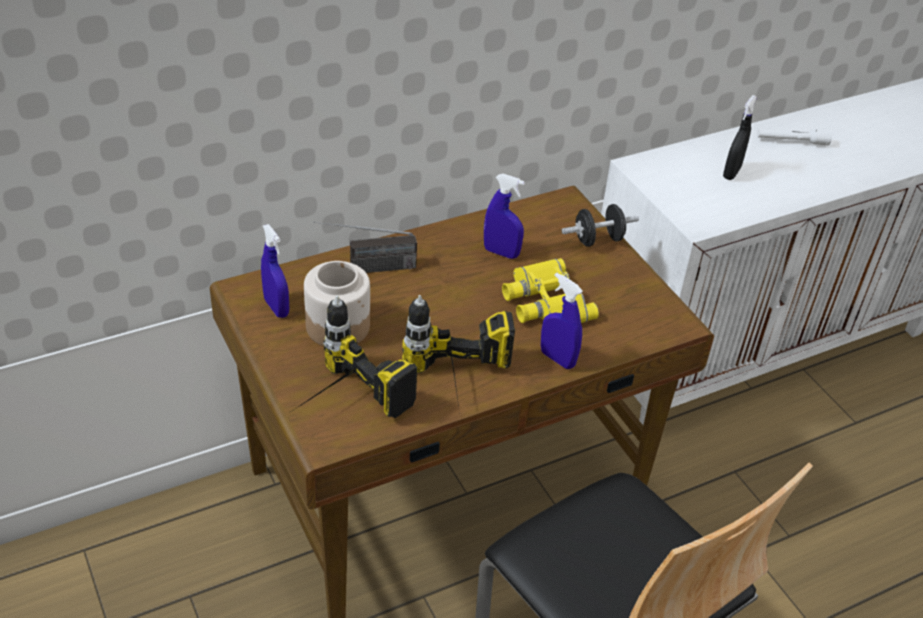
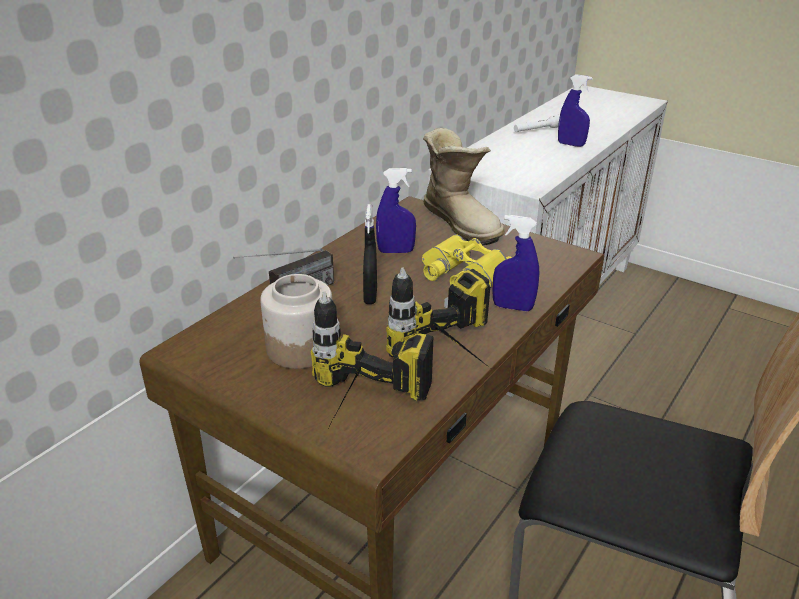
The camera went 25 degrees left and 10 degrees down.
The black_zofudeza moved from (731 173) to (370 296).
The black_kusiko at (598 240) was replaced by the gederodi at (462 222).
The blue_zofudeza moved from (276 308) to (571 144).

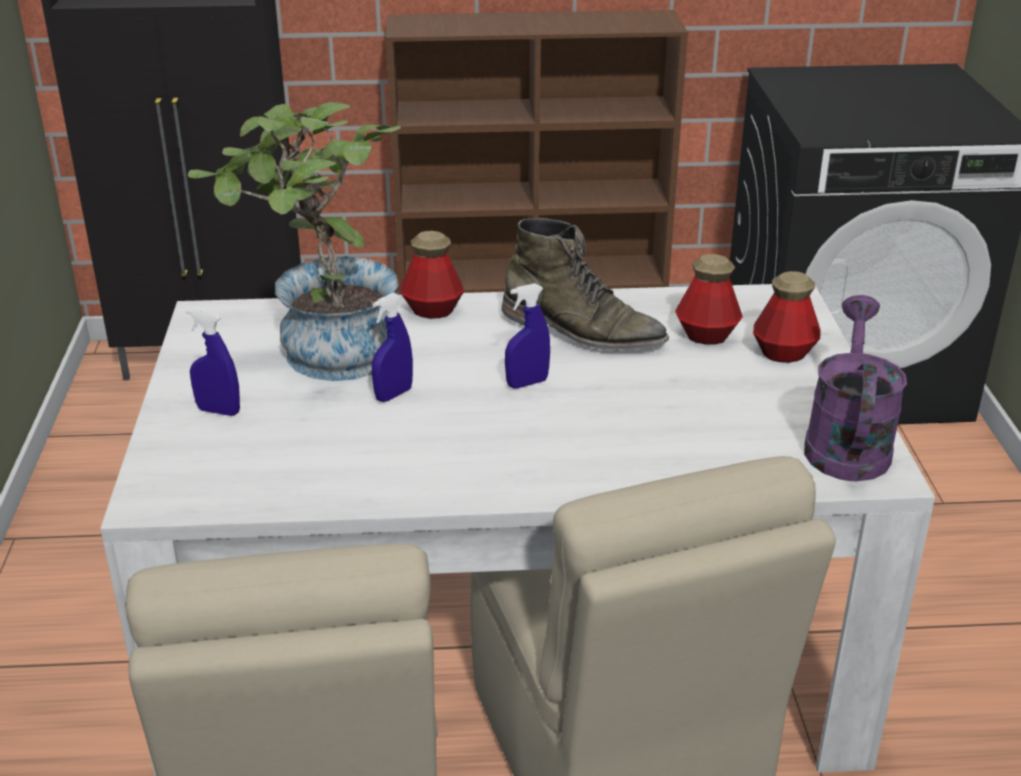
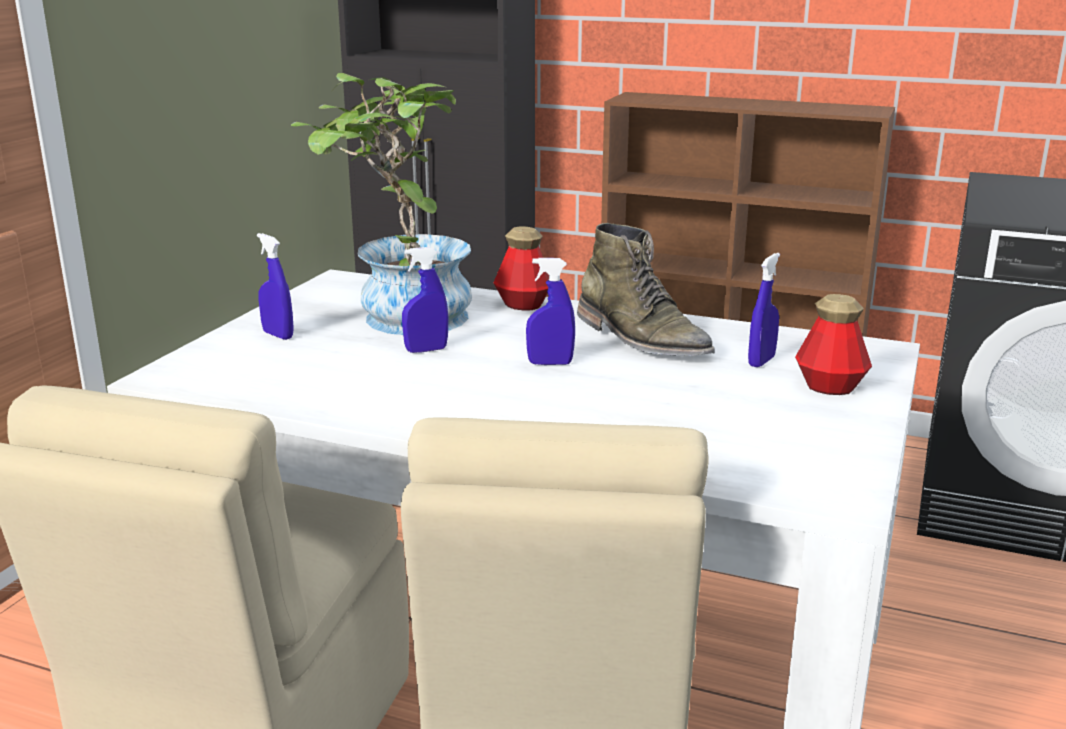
The camera went 25 degrees right and 10 degrees down.
The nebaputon at (706 336) was replaced by the blue_zofudeza at (761 361).
The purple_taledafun at (846 443) disappeared.

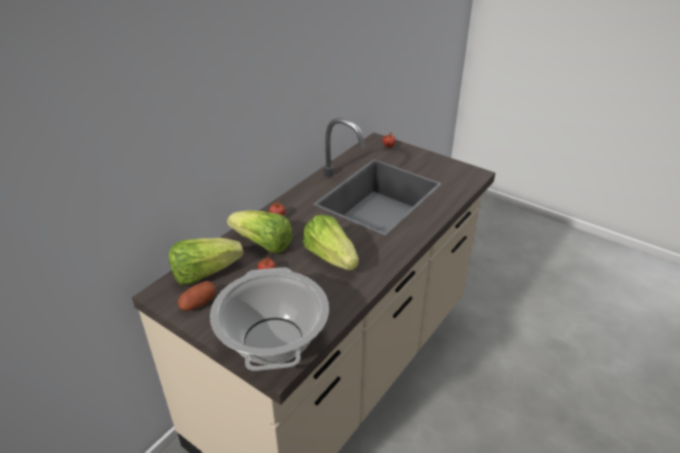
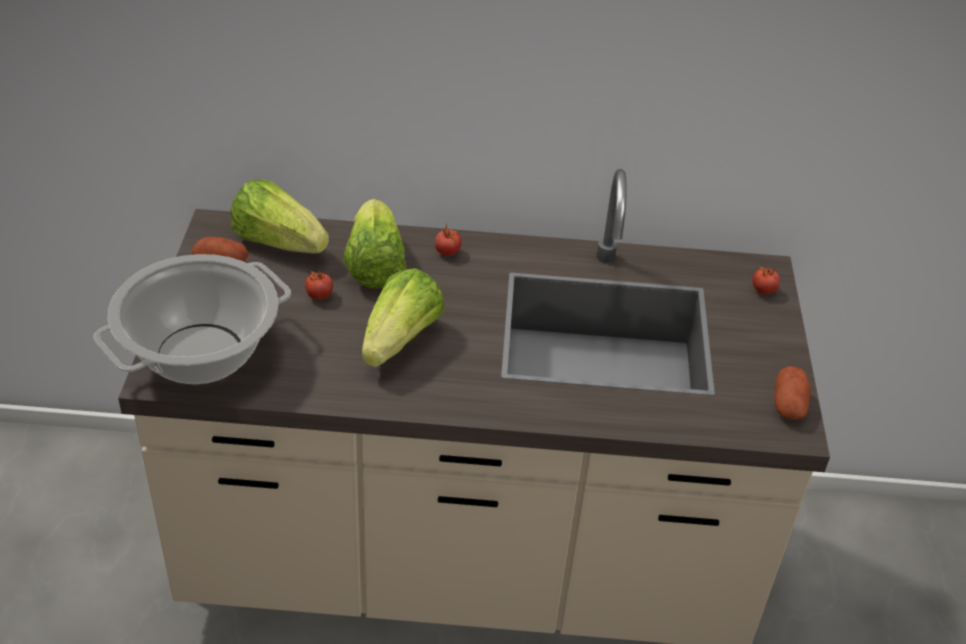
The camera went 55 degrees right and 5 degrees up.
The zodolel at (788 405) appeared.

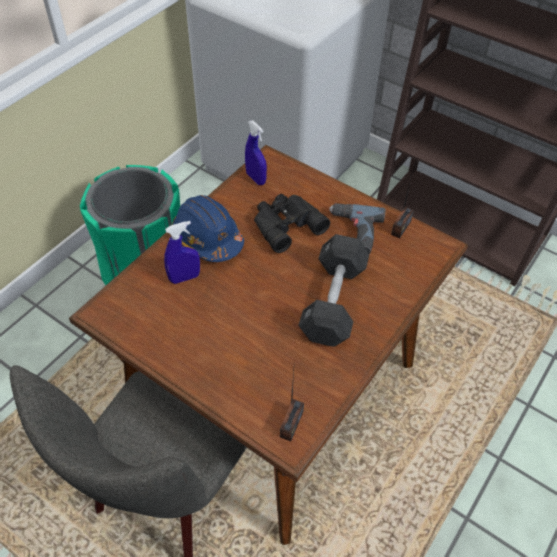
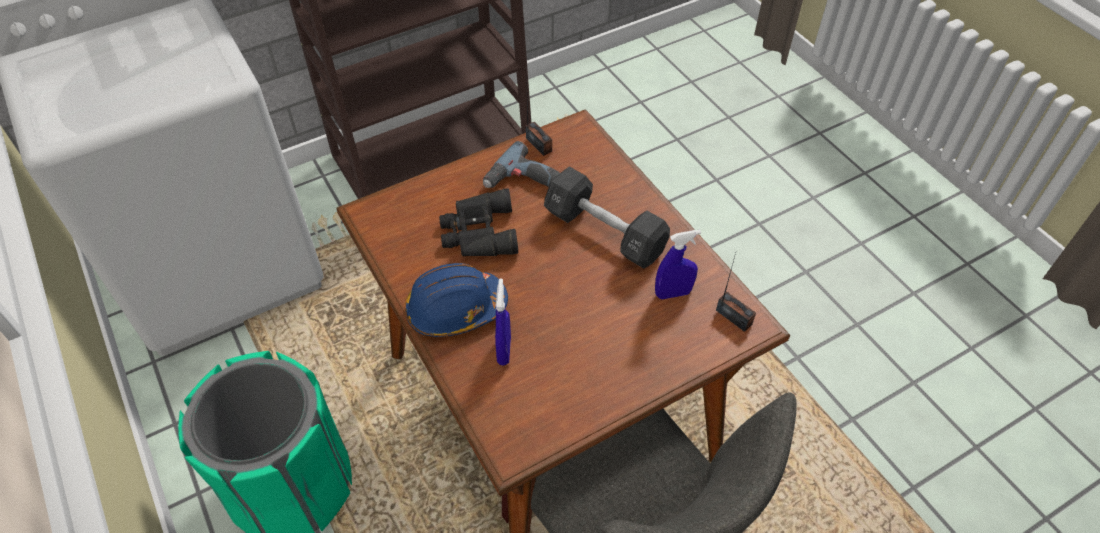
The camera went 65 degrees left and 0 degrees up.
The blue_zofudeza moved from (256 178) to (673 293).

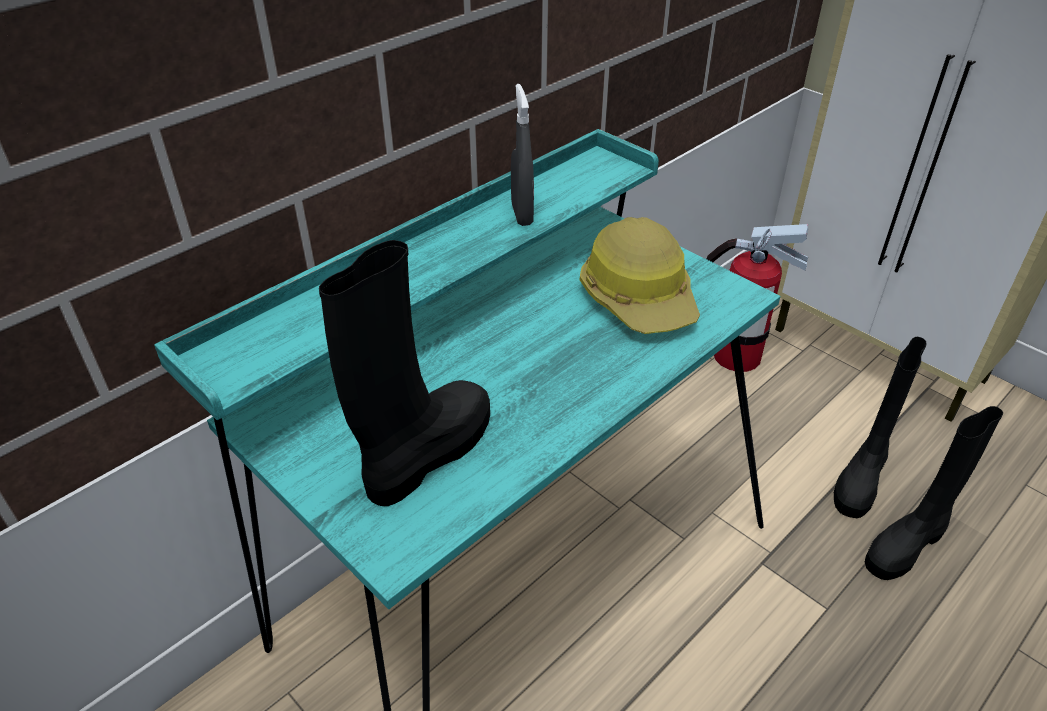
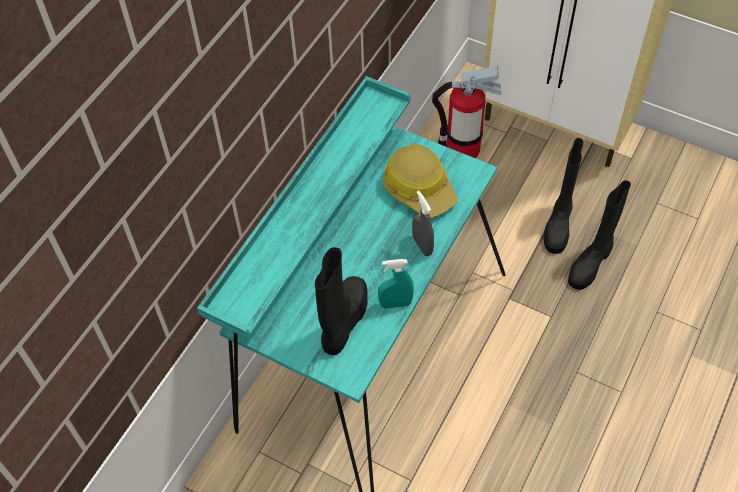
The camera went 15 degrees left and 15 degrees up.
The grey_zofudeza moved from (522 214) to (422 246).
The turquoise_zofudeza at (395 304) appeared.

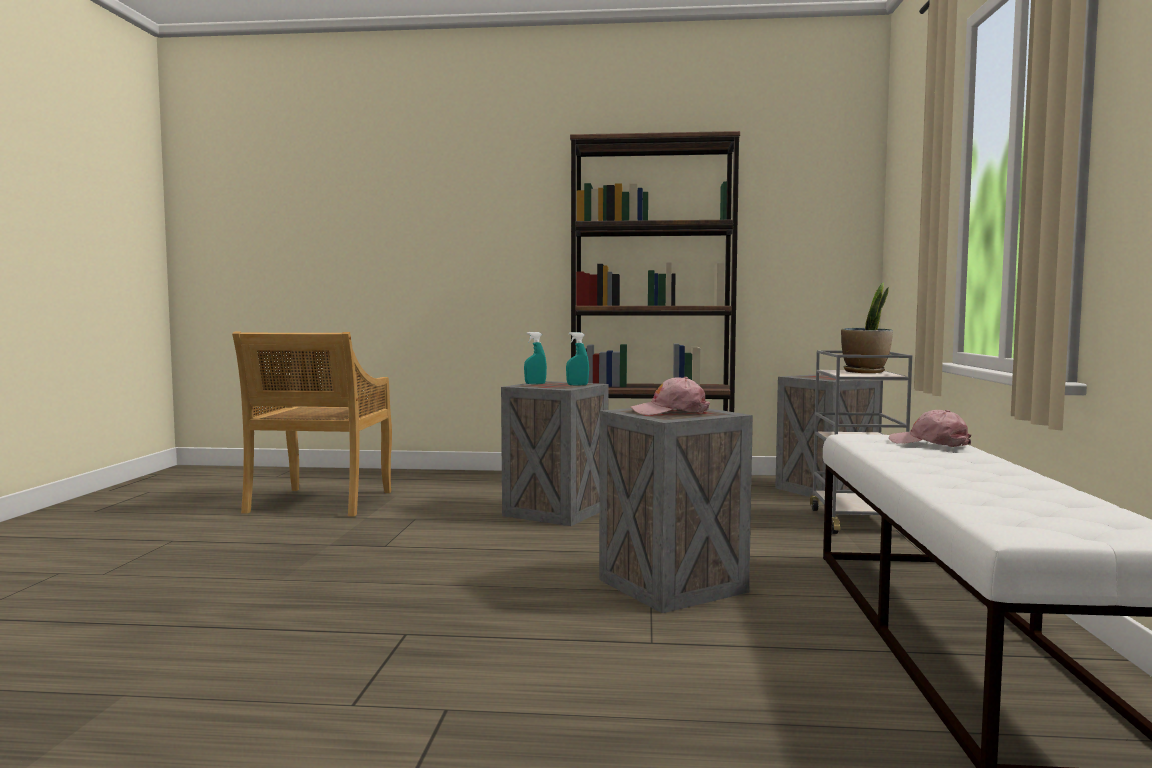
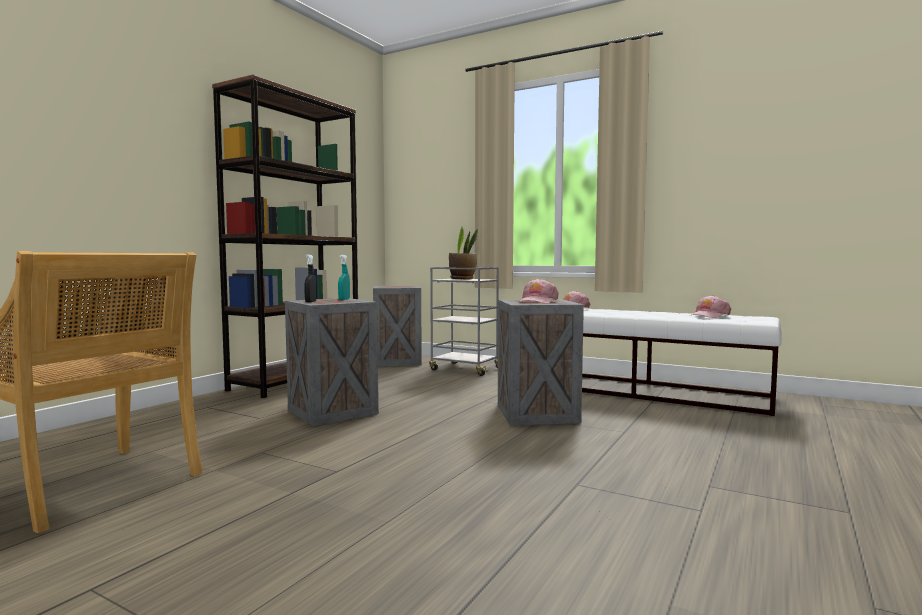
The camera went 65 degrees left and 0 degrees up.
The turquoise_zofudeza at (535 384) became the black_zofudeza at (310 302).
The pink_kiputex at (709 316) appeared.

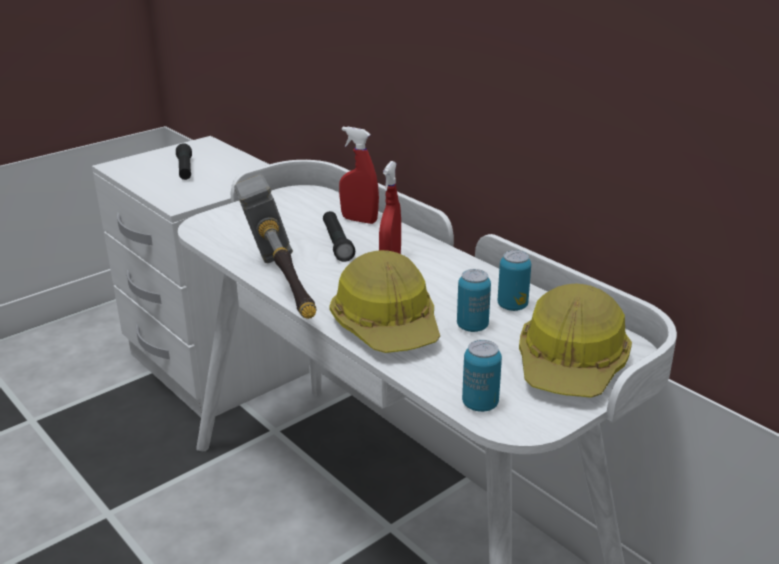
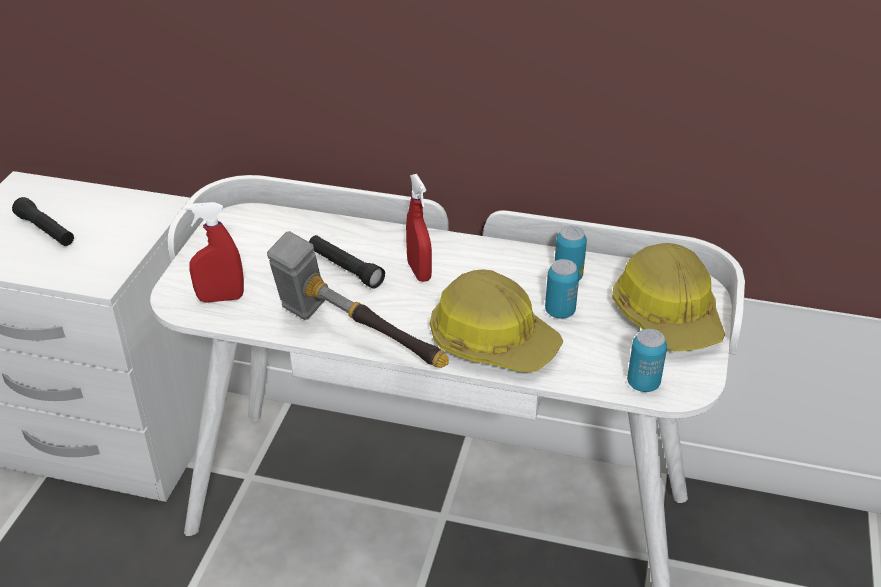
The camera went 35 degrees left and 10 degrees up.
The red_zofudeza moved from (359 220) to (221 298).

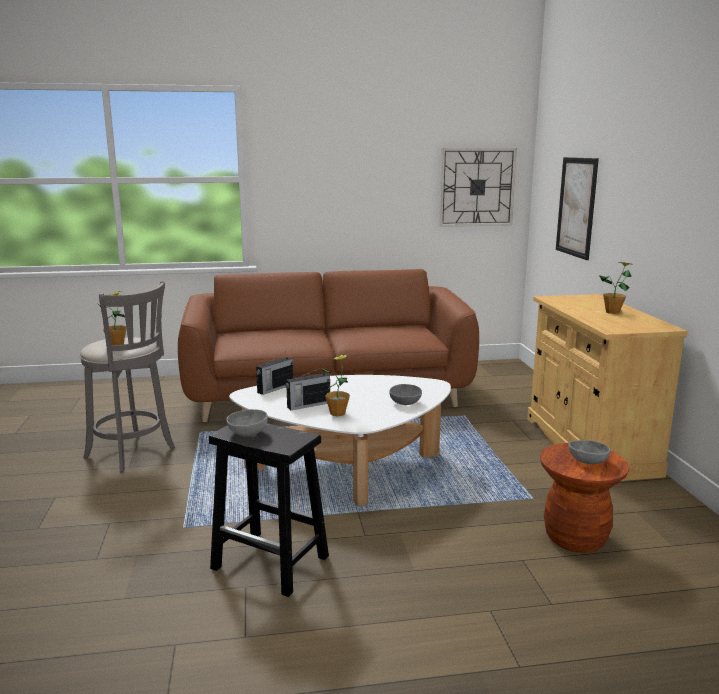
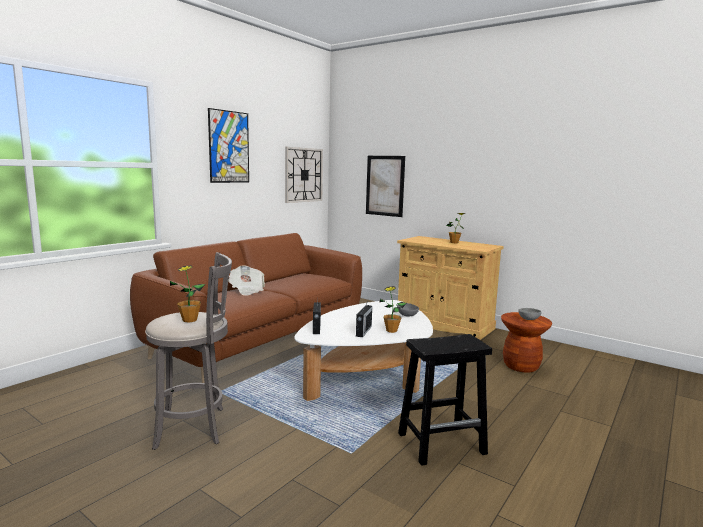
The camera went 45 degrees left and 5 degrees down.
The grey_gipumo at (247 433) disappeared.
The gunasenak at (229 147) appeared.
The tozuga at (247 290) appeared.

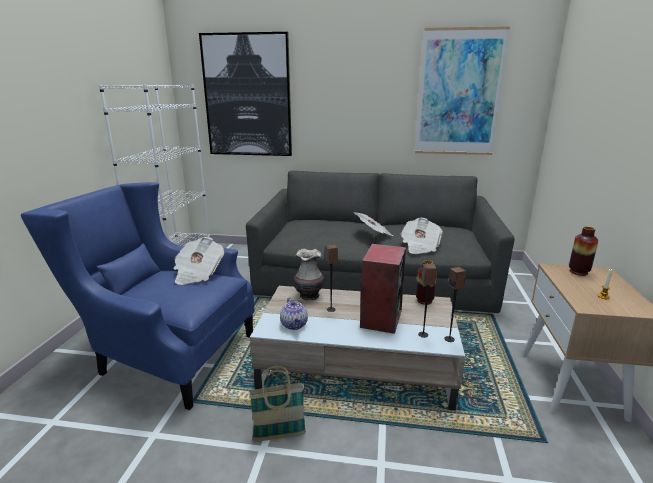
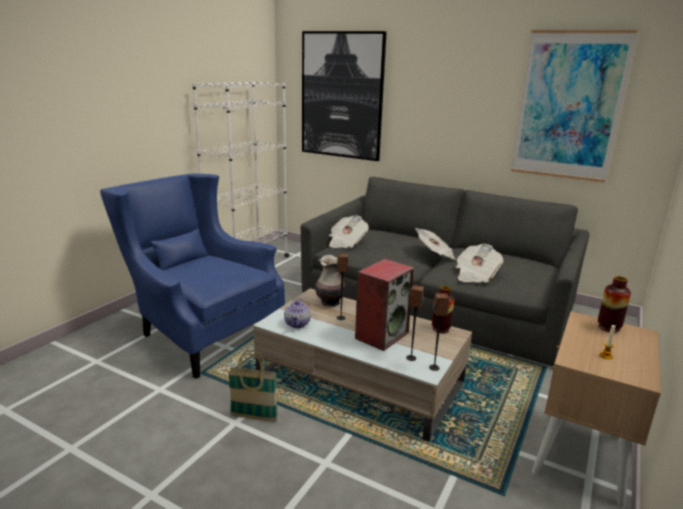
The camera went 20 degrees right and 0 degrees up.
The tozuga moved from (198 274) to (346 243).

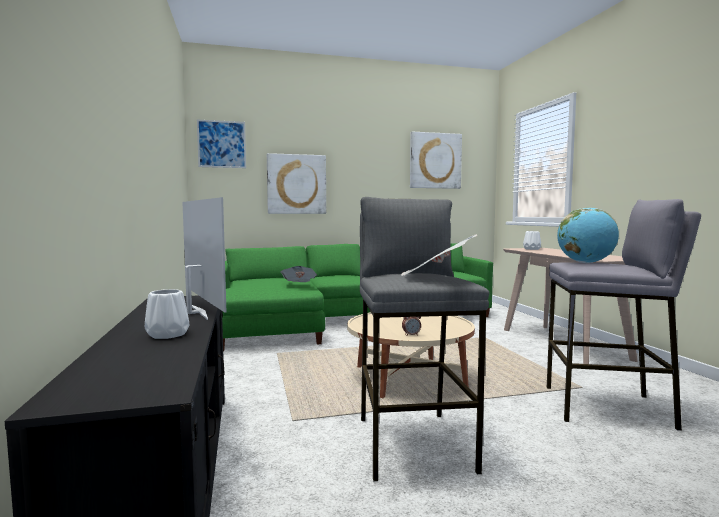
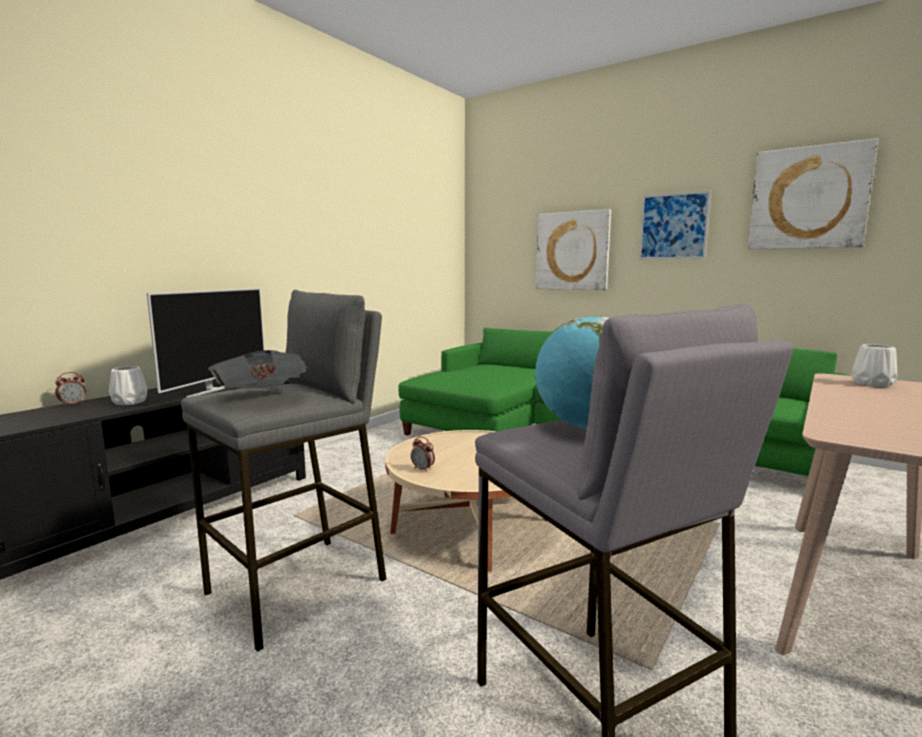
The camera went 50 degrees right and 5 degrees up.
The gunasenak moved from (222 144) to (673 226).
The tozuga at (299 284) disappeared.
The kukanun at (73 404) appeared.

